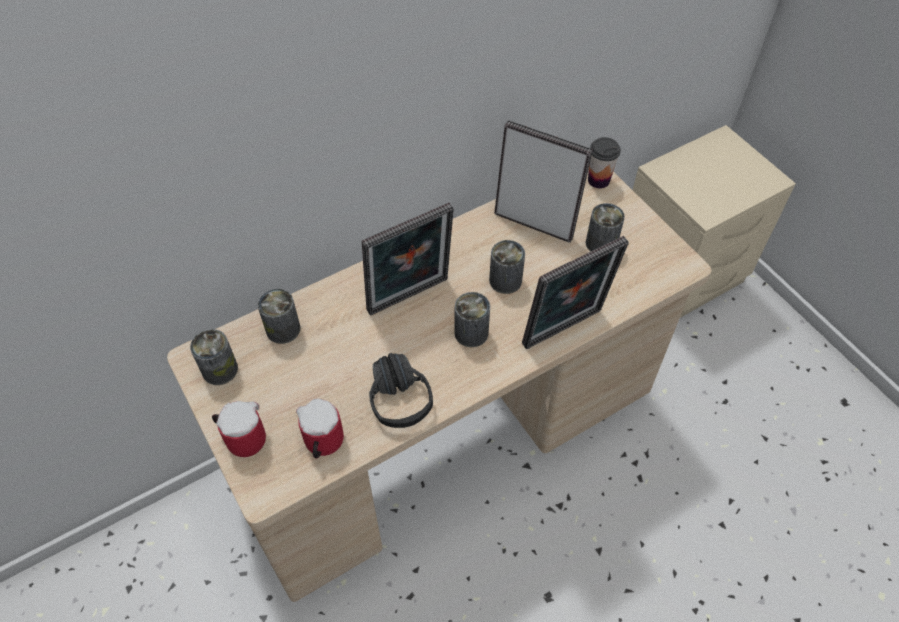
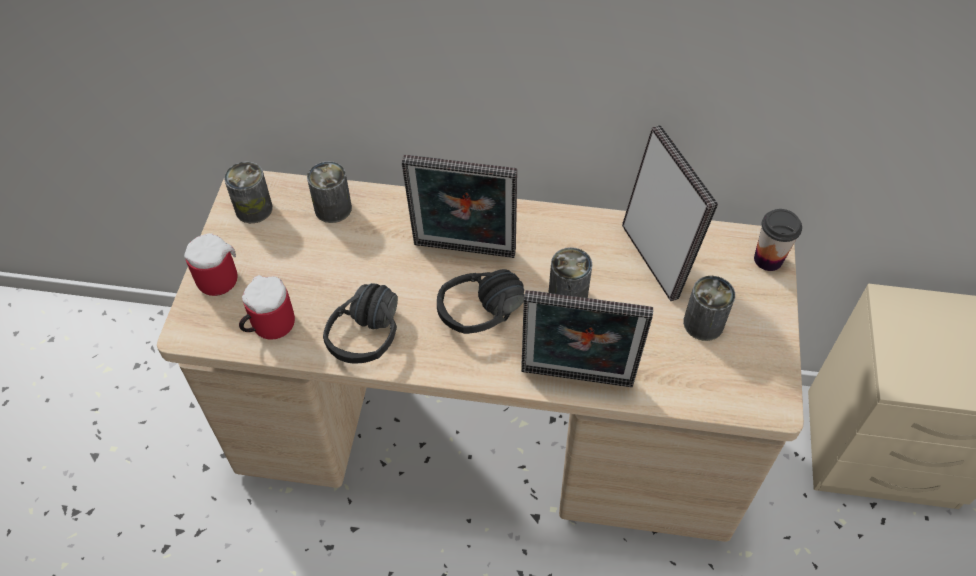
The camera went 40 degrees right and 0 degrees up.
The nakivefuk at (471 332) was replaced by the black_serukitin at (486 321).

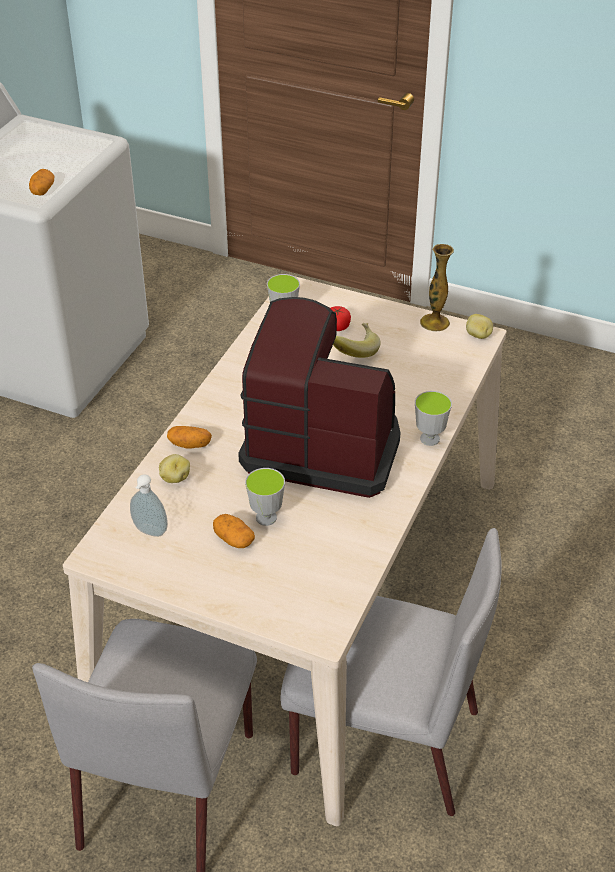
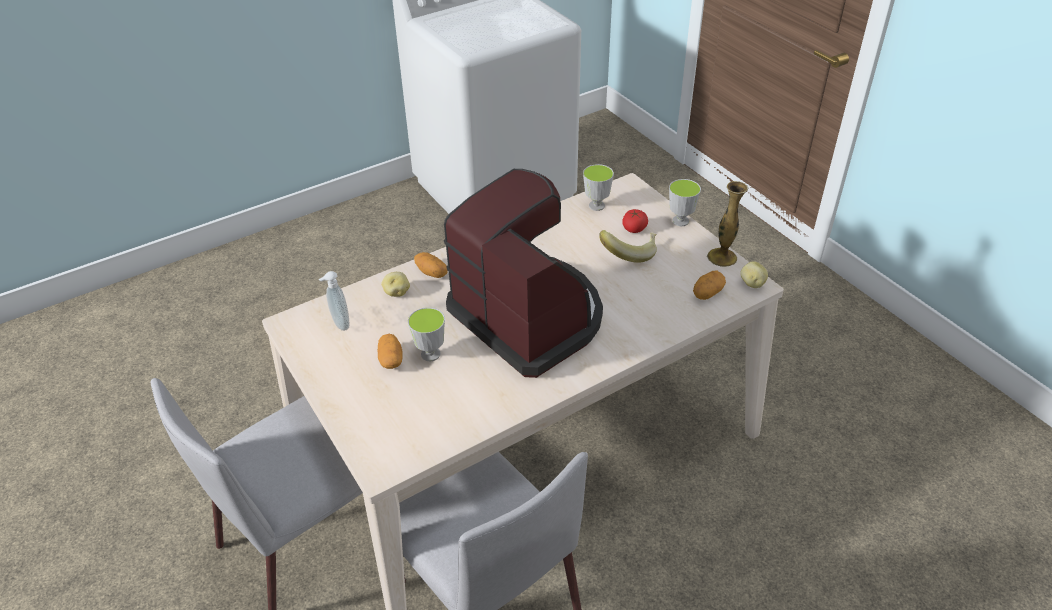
The camera went 35 degrees right and 0 degrees up.
The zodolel moved from (42 190) to (707 293).
The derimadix moved from (429 439) to (680 221).

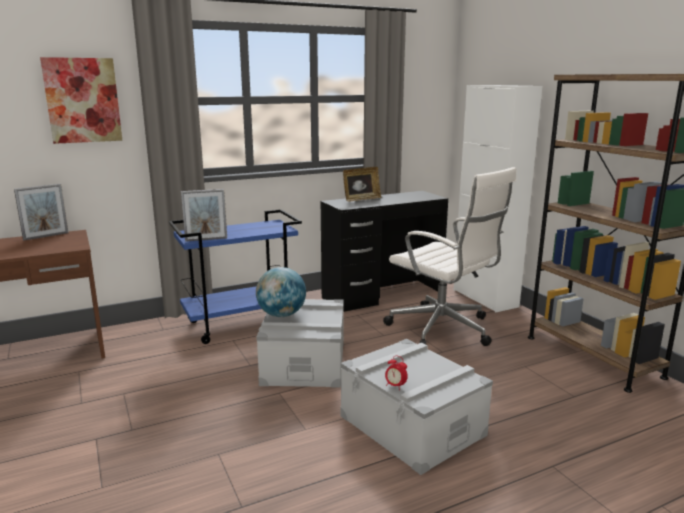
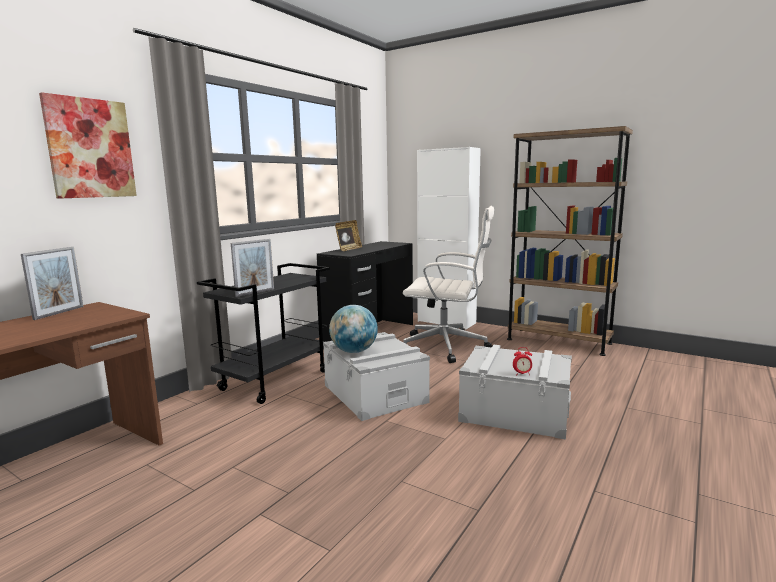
The camera went 30 degrees left and 5 degrees down.
The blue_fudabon at (242 324) became the black_fudabon at (275 380).

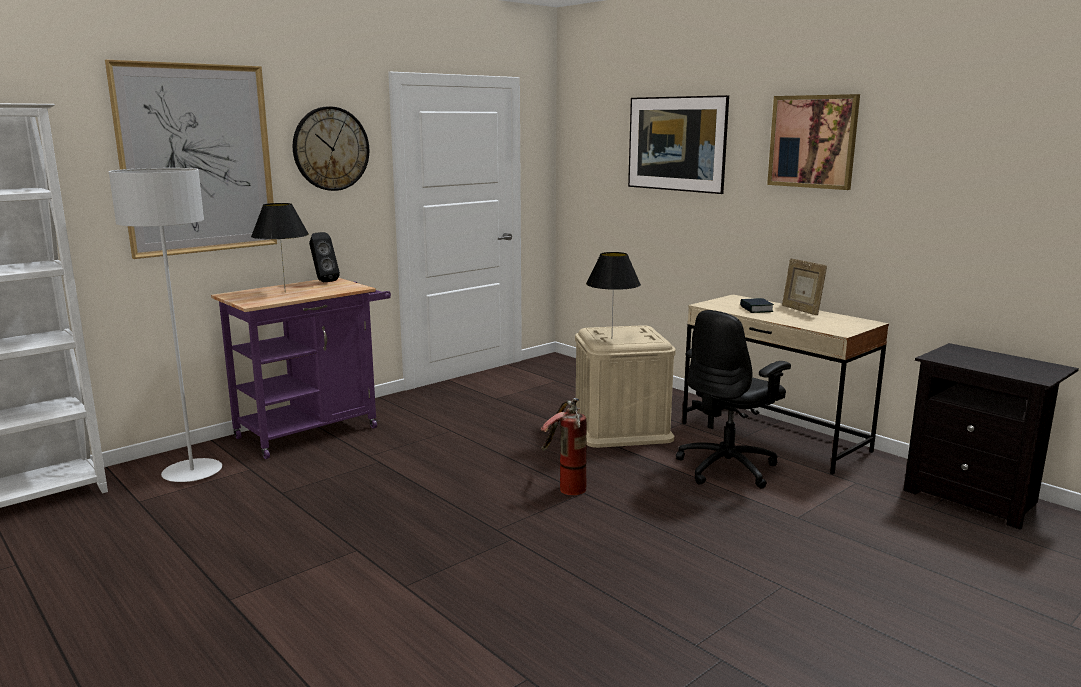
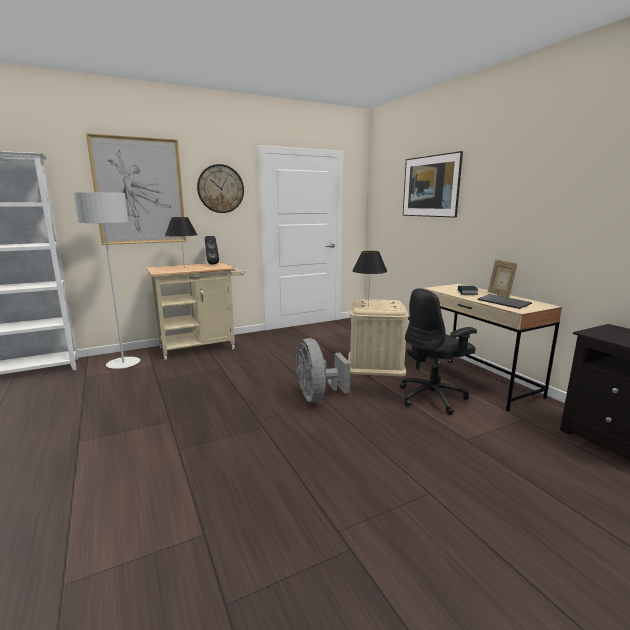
The camera went 15 degrees right and 0 degrees up.
The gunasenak at (813 141) disappeared.
The purple_fudabon at (315 430) became the beige_fudabon at (202 347).
The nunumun at (564 486) was replaced by the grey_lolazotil at (317 396).
The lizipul at (504 302) appeared.

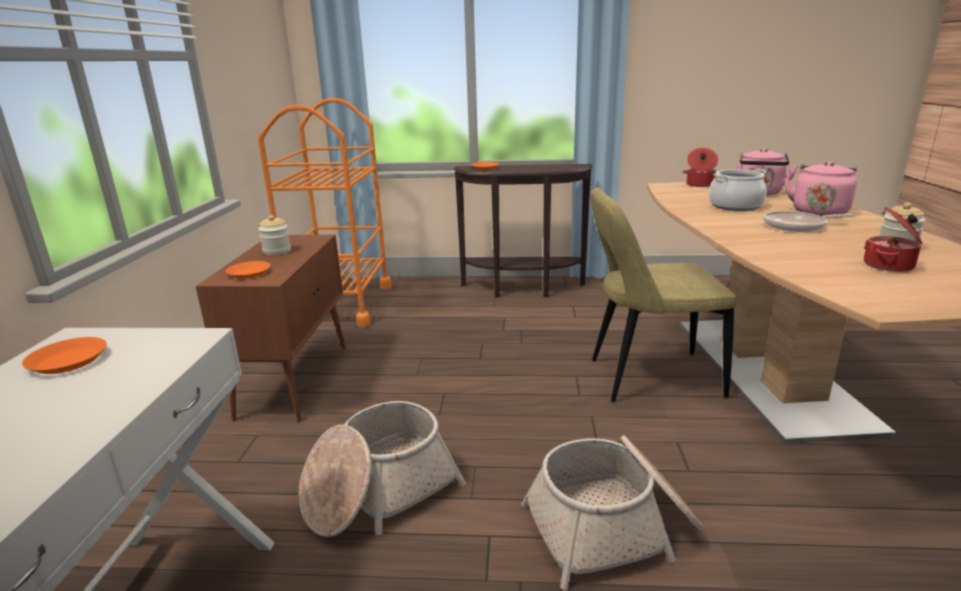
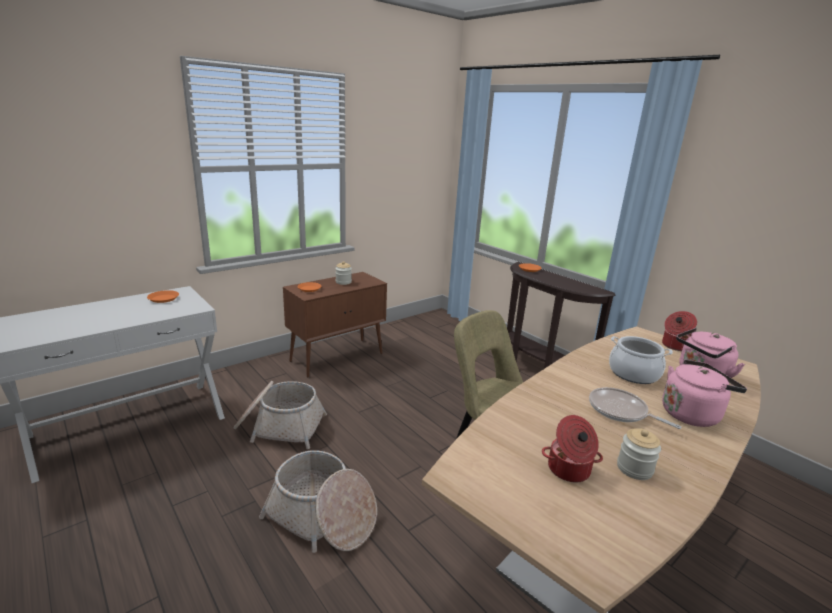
The camera went 45 degrees right and 0 degrees up.
The orange_fudabon at (341 304) disappeared.

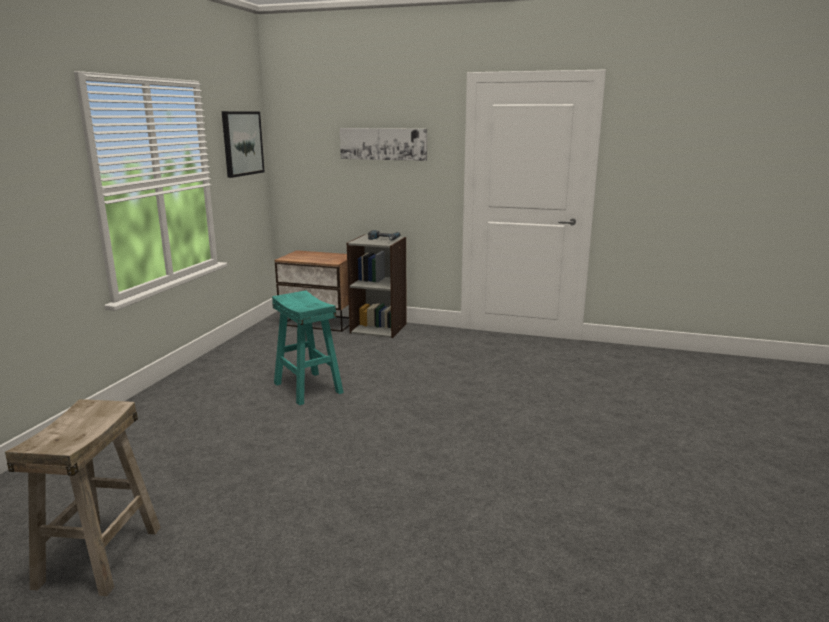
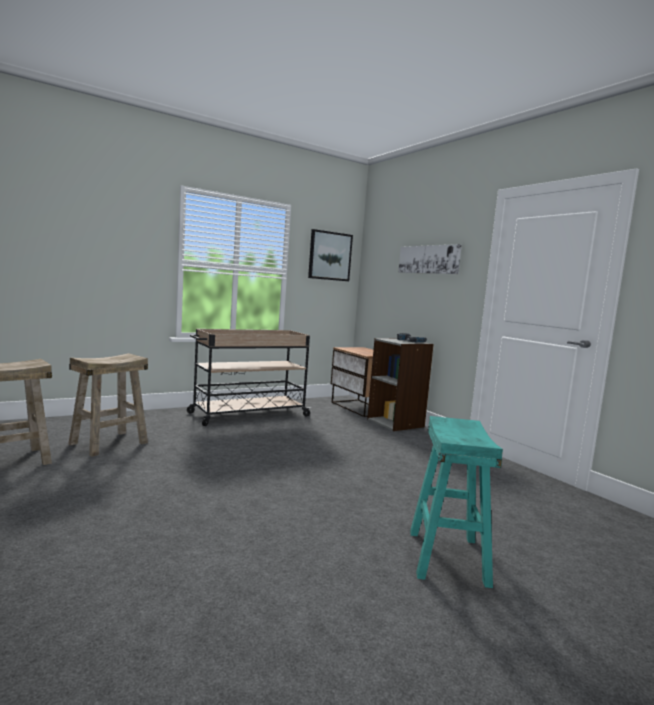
The camera went 40 degrees right and 10 degrees down.
The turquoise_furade moved from (308 388) to (448 557).
The beige_fudabon at (248 414) appeared.
The beige_furade at (109 443) appeared.

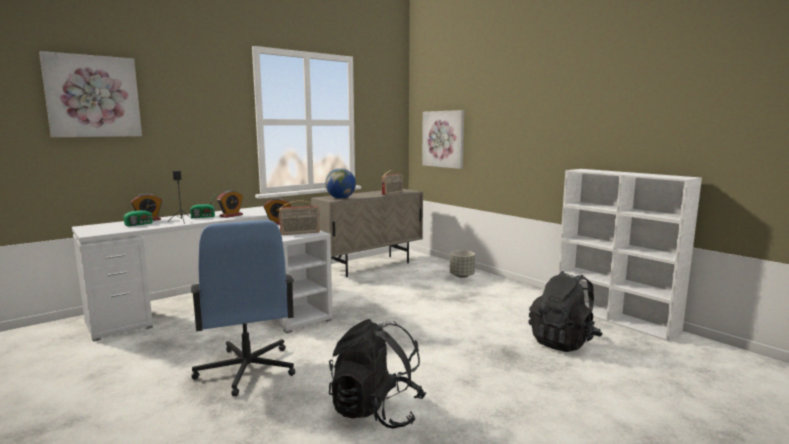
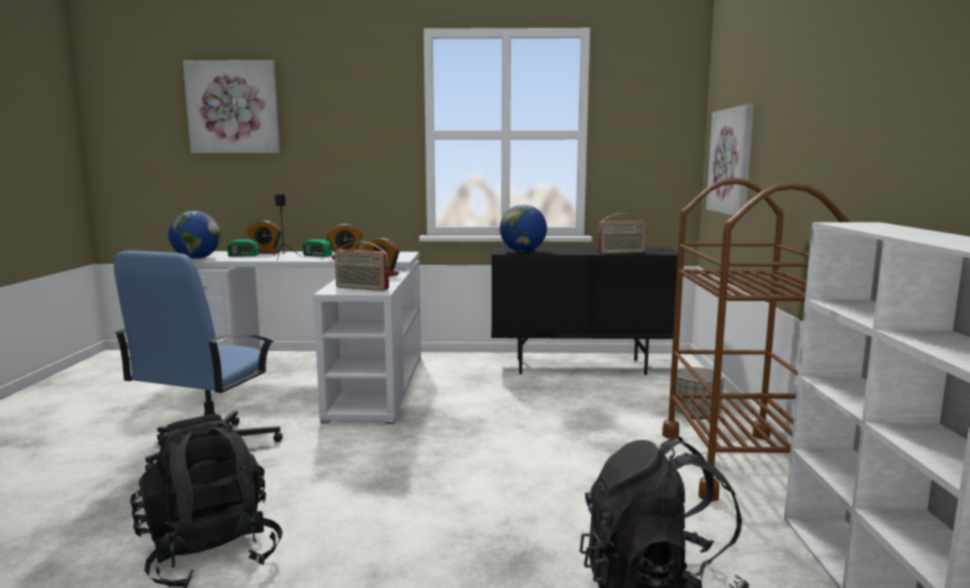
The camera went 40 degrees right and 0 degrees up.
The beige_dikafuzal at (370 266) became the black_dikafuzal at (580 367).
The brown_fudabon at (737 464) appeared.
The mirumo at (196 258) appeared.

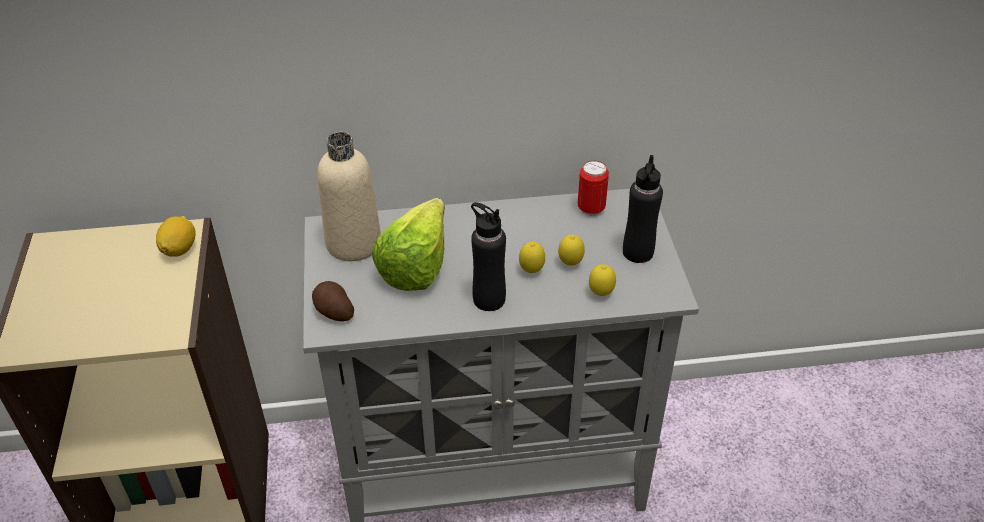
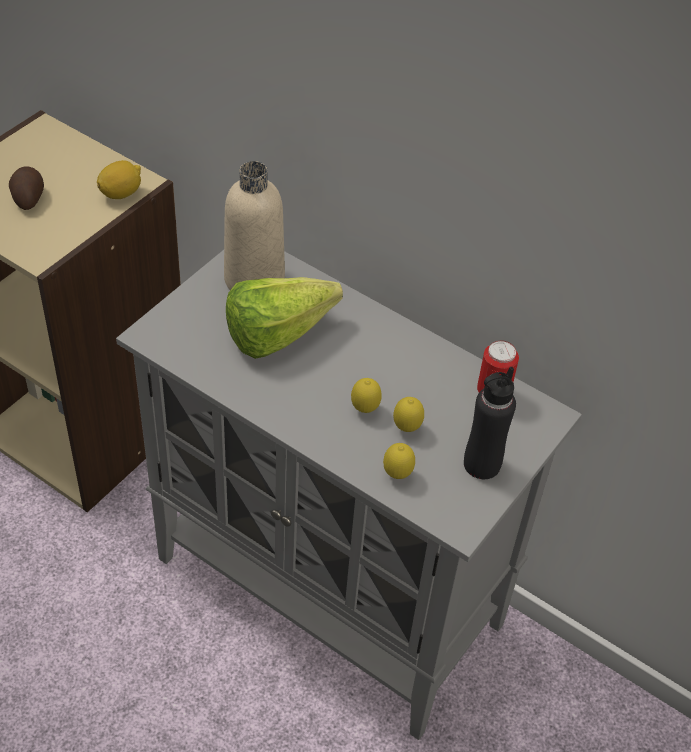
The camera went 40 degrees right and 5 degrees up.
The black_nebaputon at (489 299) disappeared.
The zodolel moved from (333 311) to (28 198).

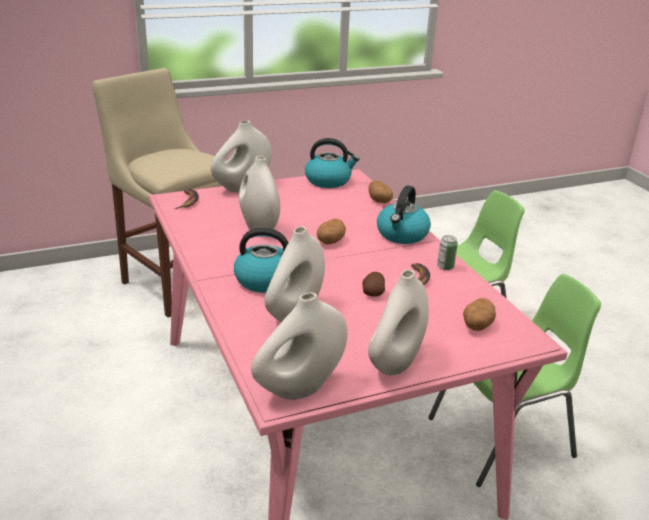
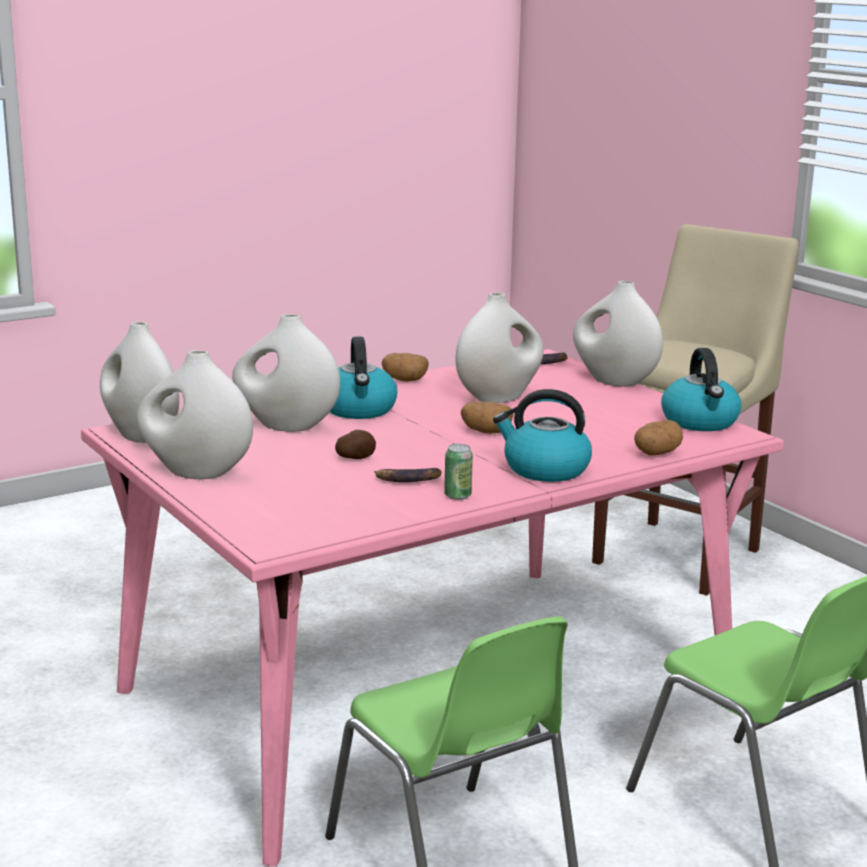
The camera went 80 degrees right and 10 degrees down.
The zodolel moved from (476 326) to (404 380).

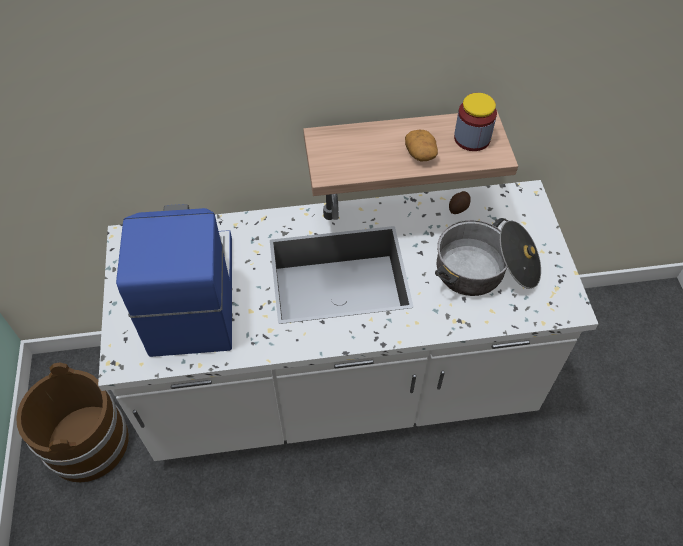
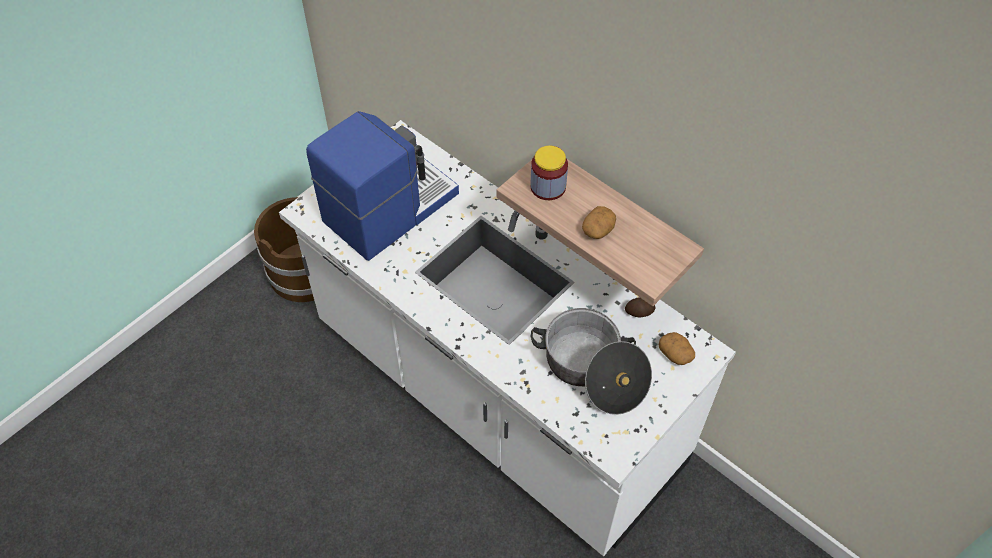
The camera went 50 degrees right and 0 degrees up.
The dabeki moved from (472 138) to (548 187).
The zodolel at (675 354) appeared.

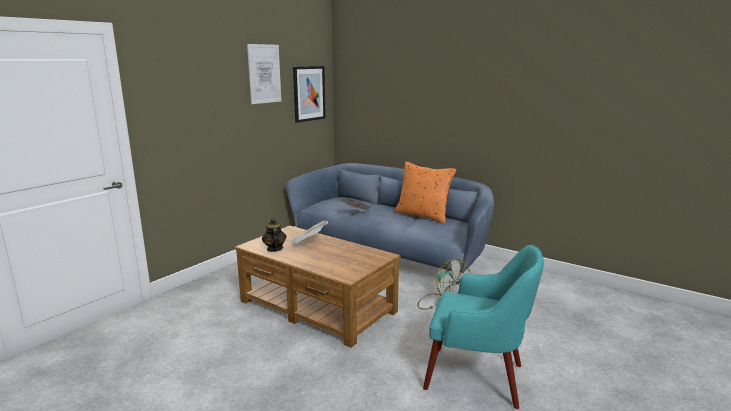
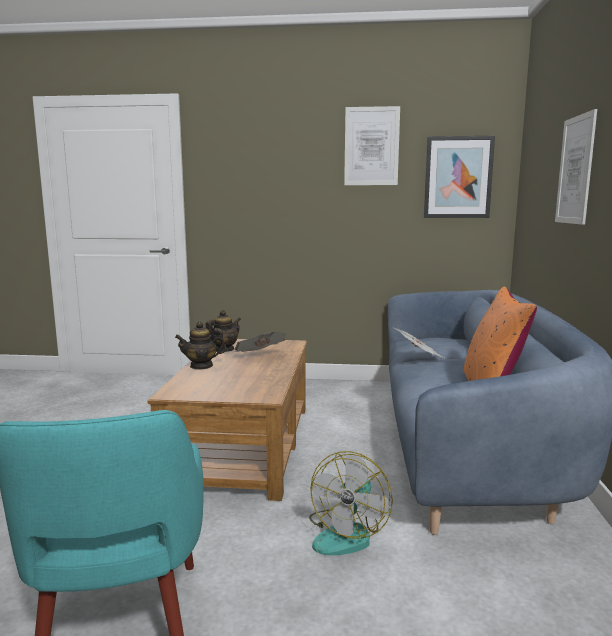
The camera went 60 degrees right and 5 degrees down.
The gunasenak at (575 170) appeared.
The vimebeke at (201 366) appeared.

